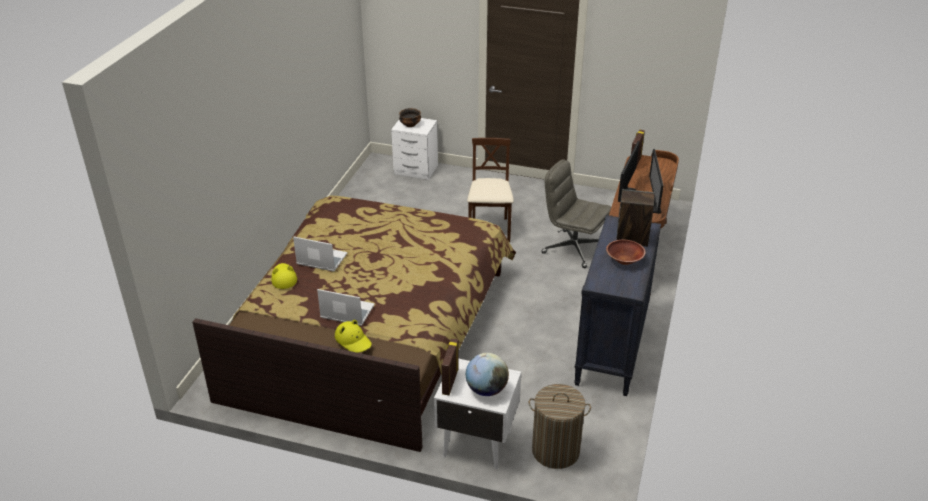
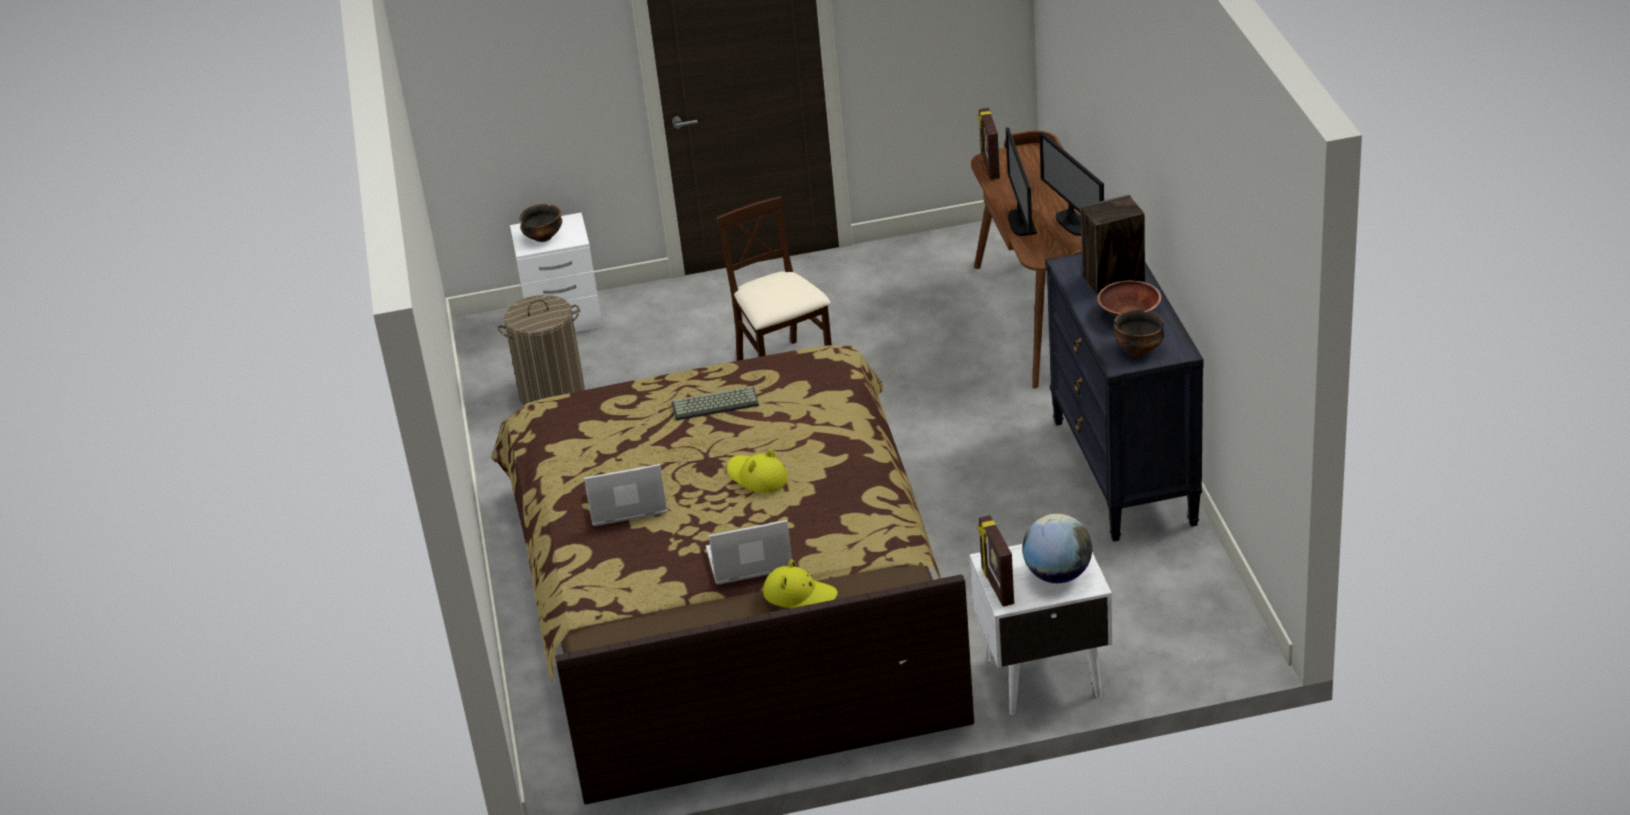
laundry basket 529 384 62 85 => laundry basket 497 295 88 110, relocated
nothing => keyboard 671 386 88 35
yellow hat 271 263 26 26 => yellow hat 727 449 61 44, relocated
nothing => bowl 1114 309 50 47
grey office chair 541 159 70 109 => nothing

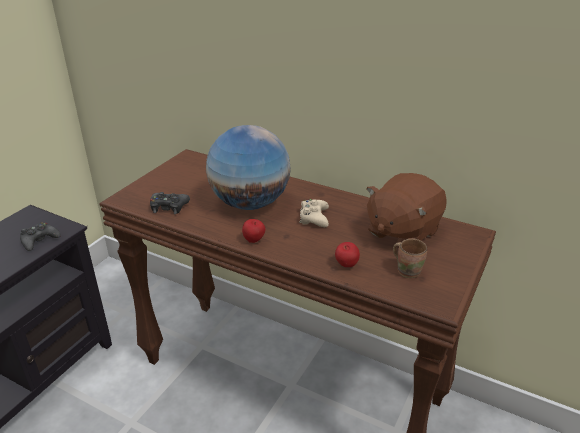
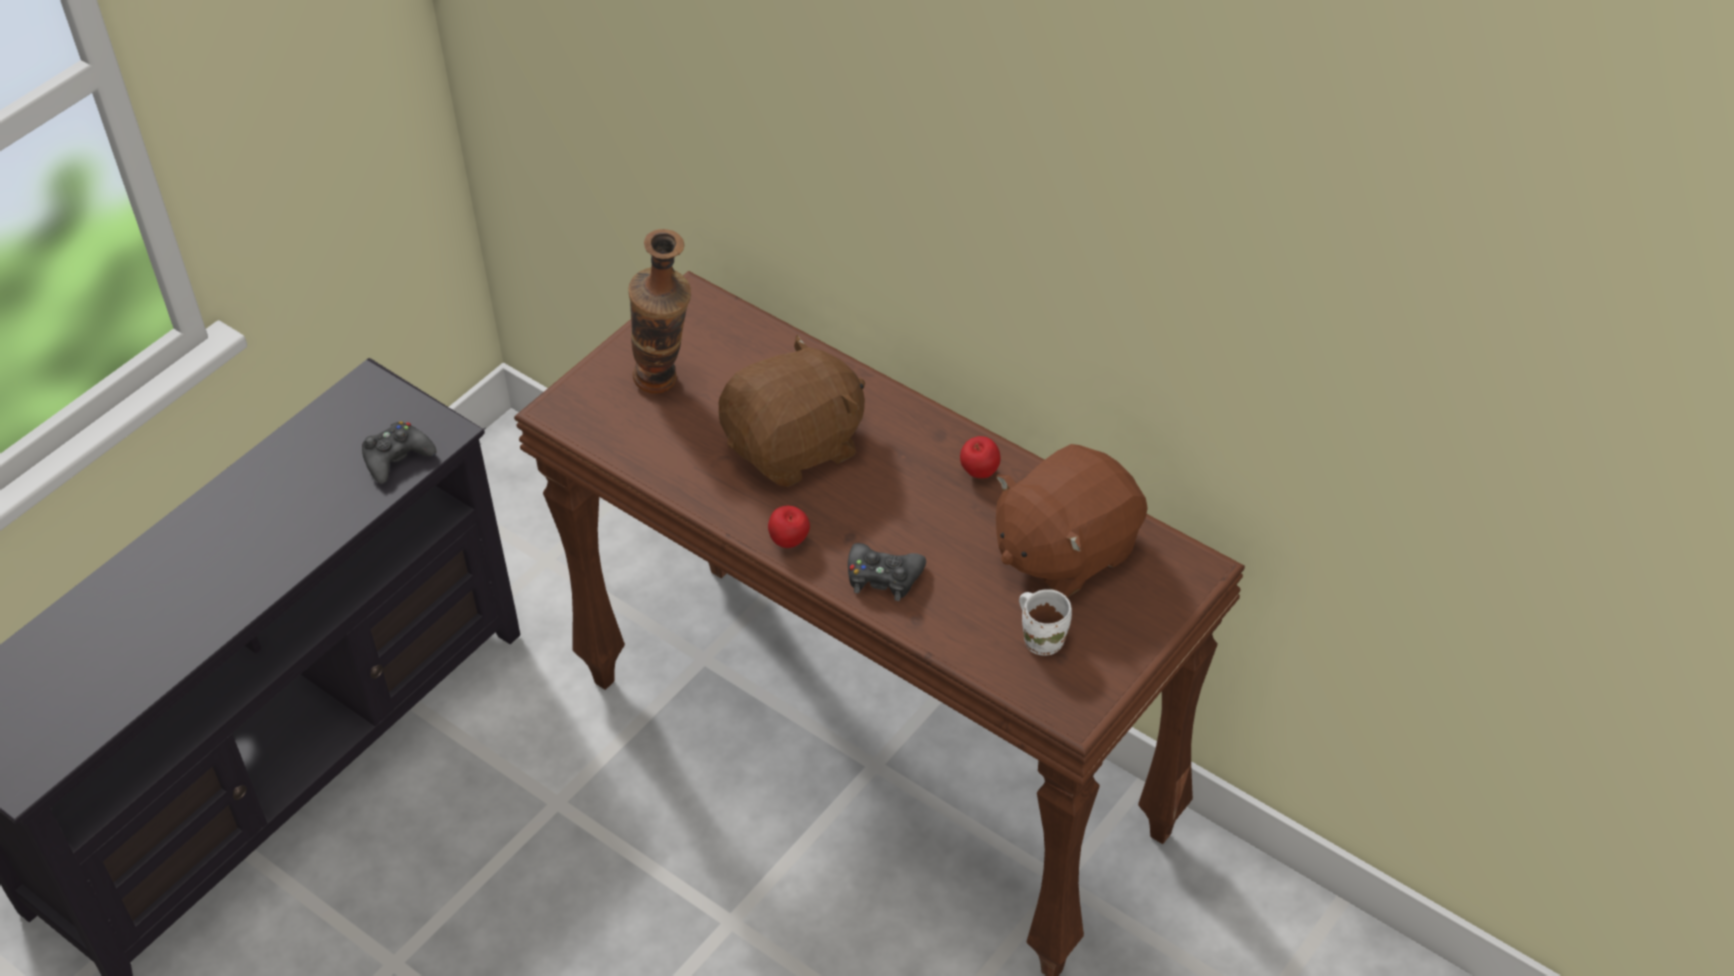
nothing => vase 628 229 63 164
globe 206 125 85 85 => brown plush toy 719 335 146 152
black game controller 150 192 40 22 => black game controller 848 543 78 58, relocated
apple 335 242 25 25 => apple 960 436 41 42, relocated
brown mug 393 239 34 39 => white mug 1019 589 53 66
beige game controller 299 199 30 28 => nothing

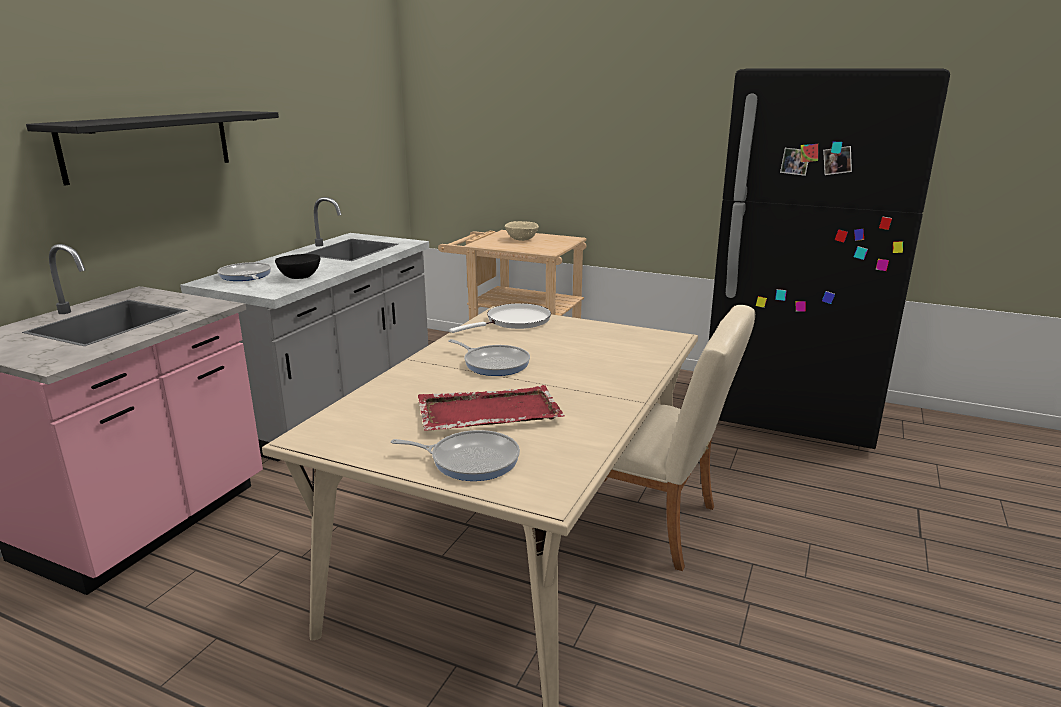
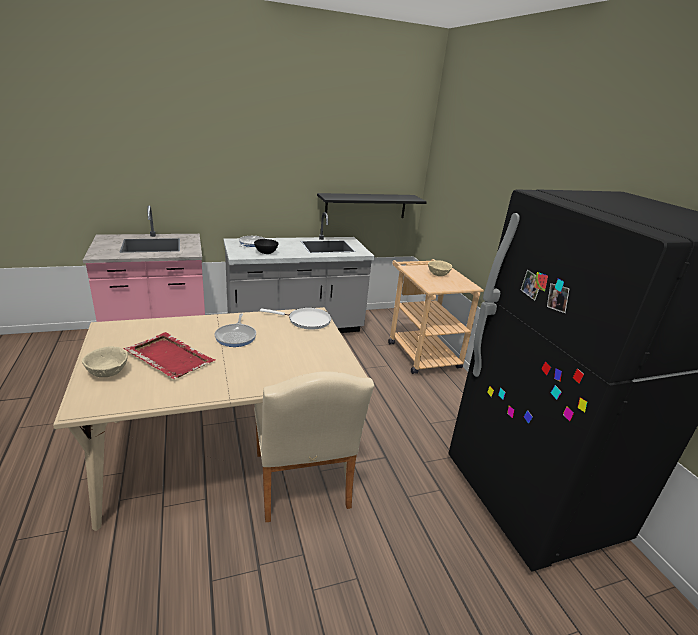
frying pan 391 430 129 51 => beige bowl 82 346 46 31
black shelf 26 111 253 74 => black shelf 317 193 110 25, relocated

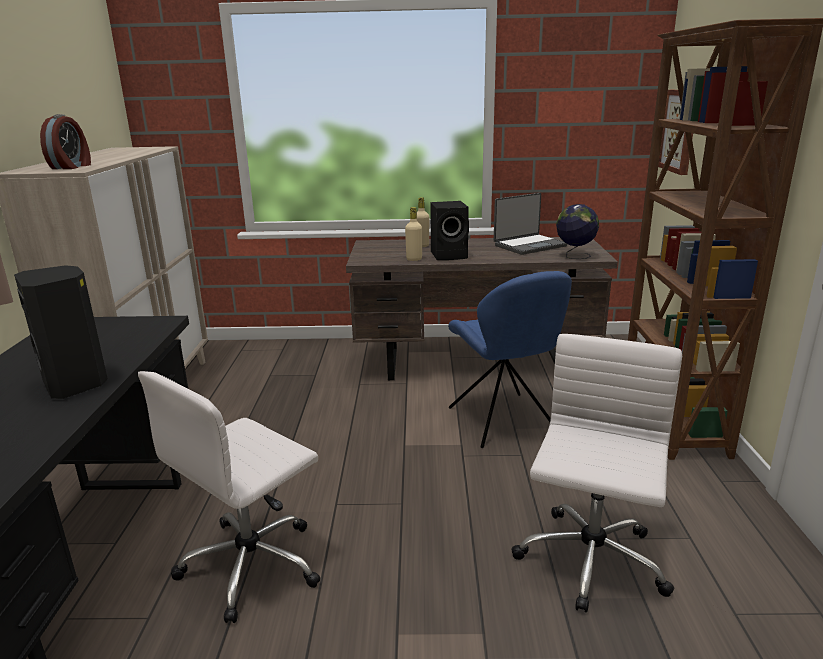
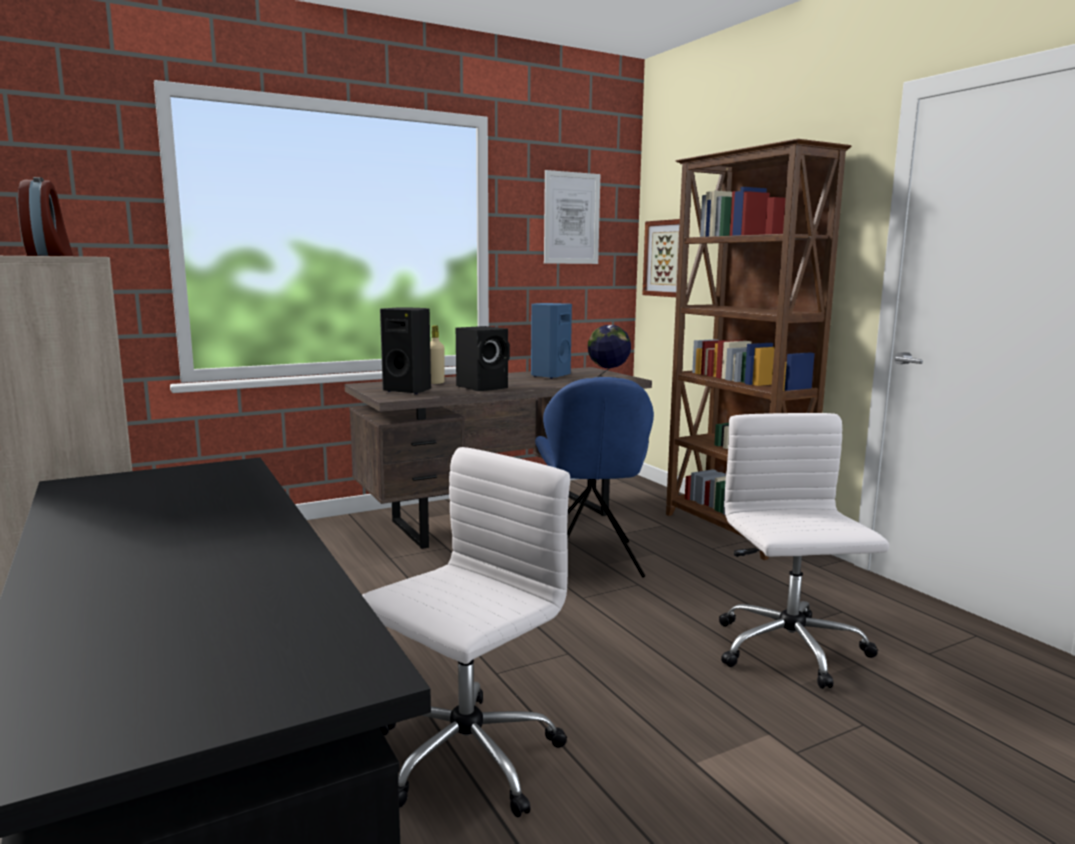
white office chair 138 371 182 252 => white office chair 362 447 208 370, 150 degrees counterclockwise
black speaker 14 265 94 134 => black speaker 380 307 51 87, relocated
laptop 494 193 73 62 => blue speaker 531 303 41 76
blue chair 448 271 124 177 => blue chair 535 377 119 201, 45 degrees clockwise
nothing => picture 544 170 56 94
beige bottle 405 207 17 54 => nothing

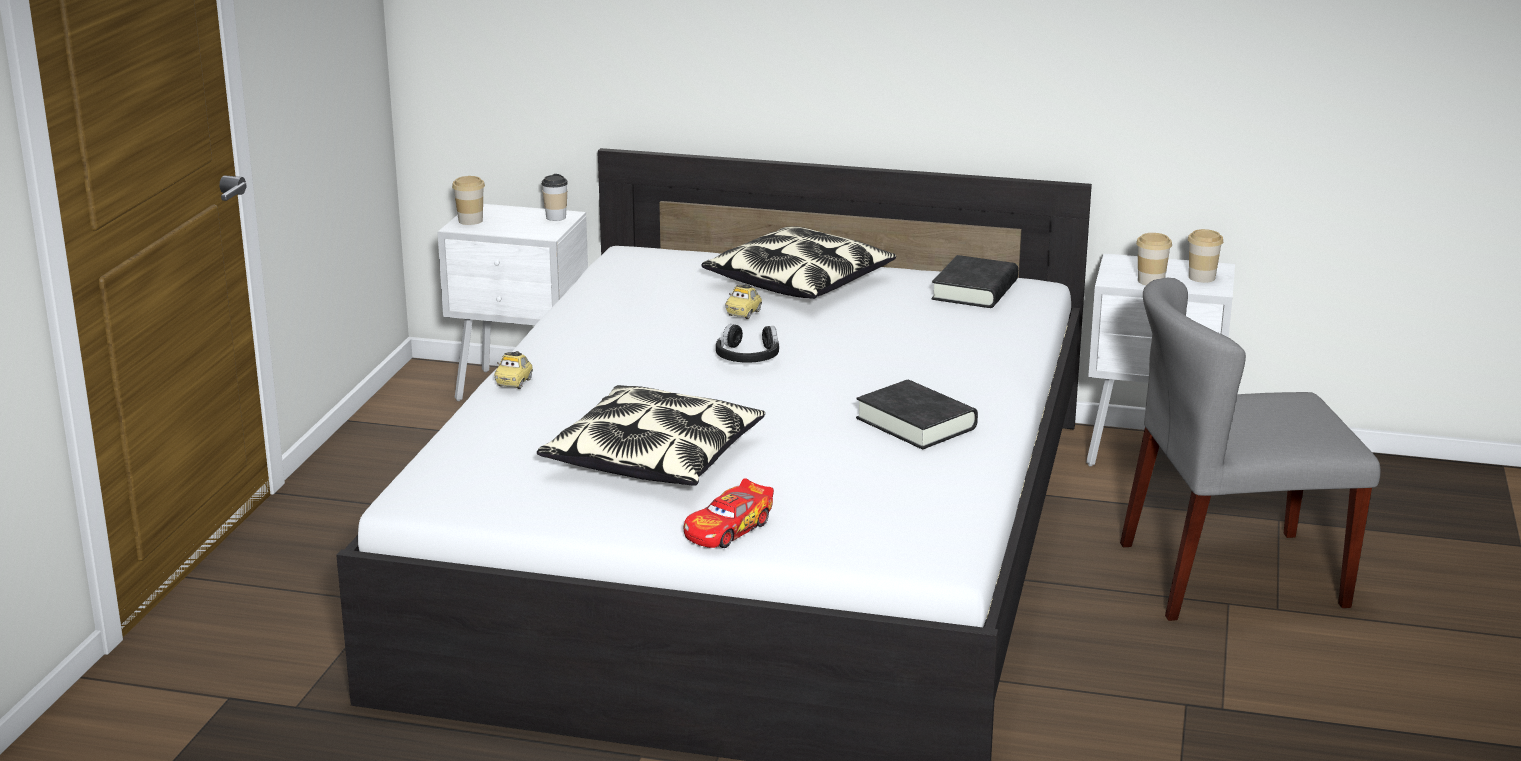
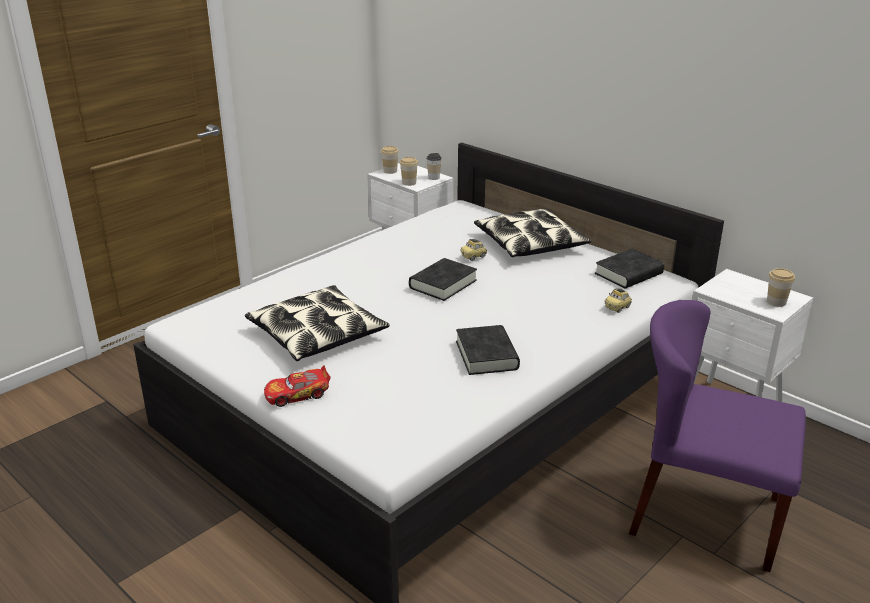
cup 1136 233 36 52 => cup 400 157 18 29, relocated
black headphones 716 324 63 39 => black book 409 258 68 43
toy car 495 351 38 38 => toy car 605 288 27 25, relocated
grey chair 1120 277 261 344 => purple chair 629 300 177 272

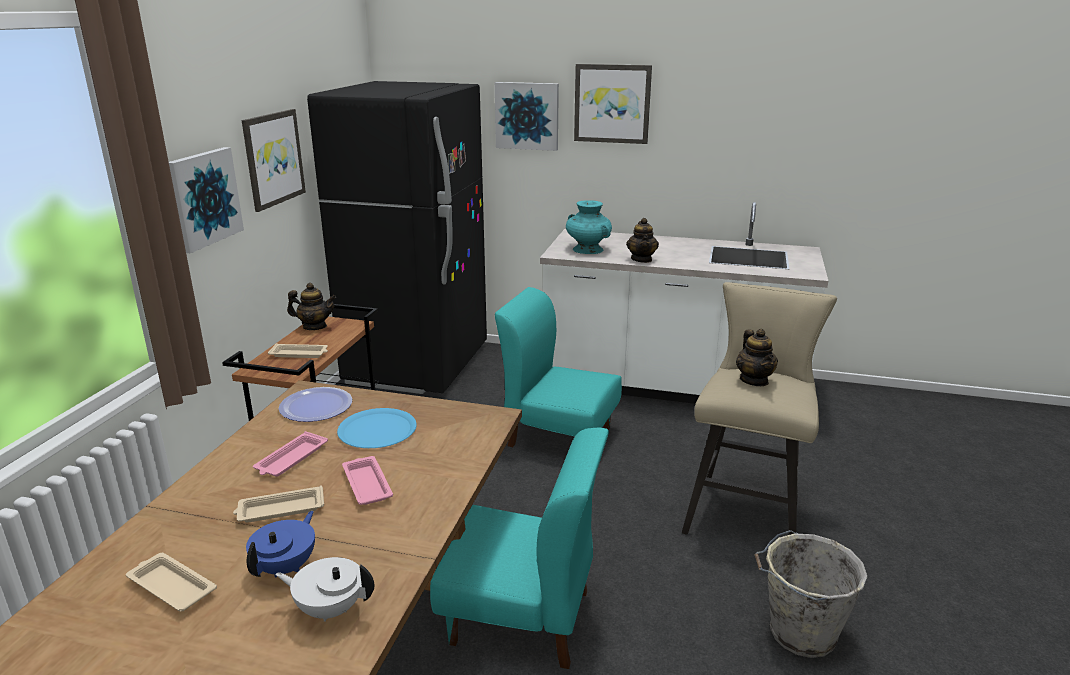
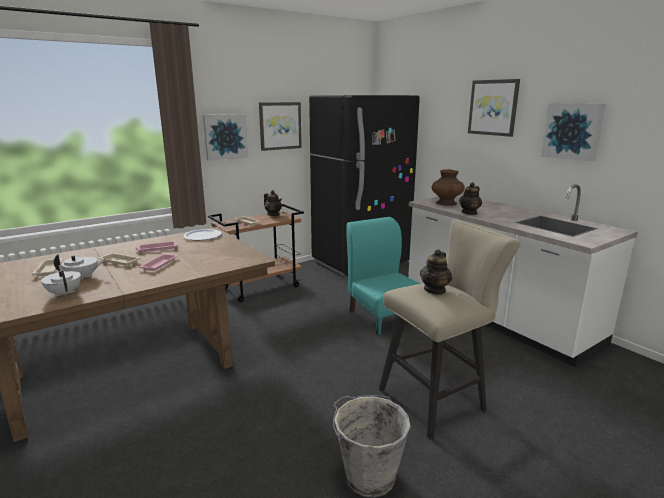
blue teapot 246 511 69 66 => white teapot 54 254 53 26
turquoise vase 566 201 46 53 => brown vase 432 169 33 37
picture 495 82 64 69 => picture 541 103 65 59, relocated
blue plate 337 408 80 40 => nothing
turquoise chair 430 427 179 242 => nothing

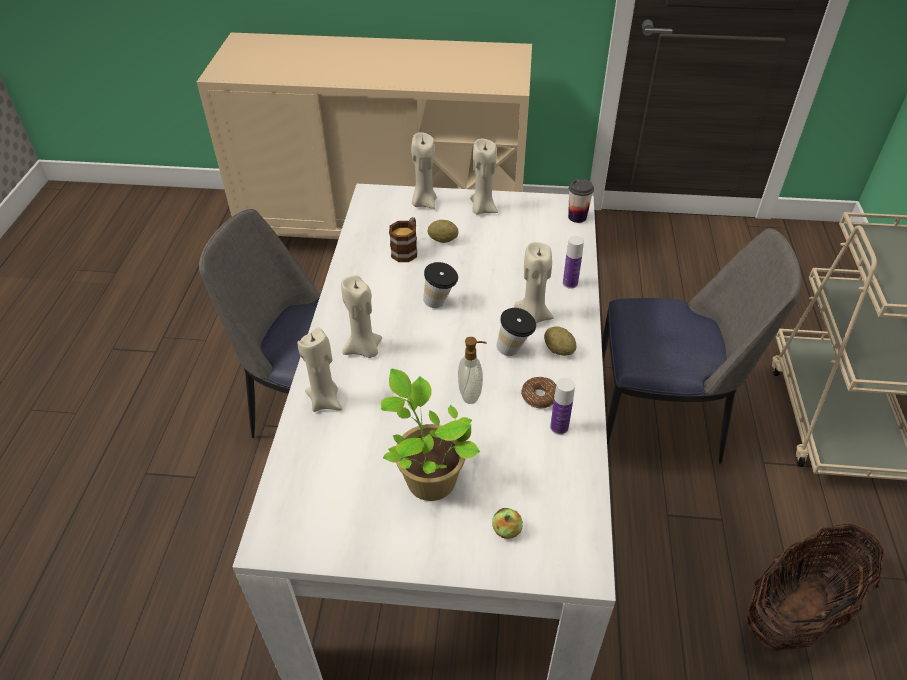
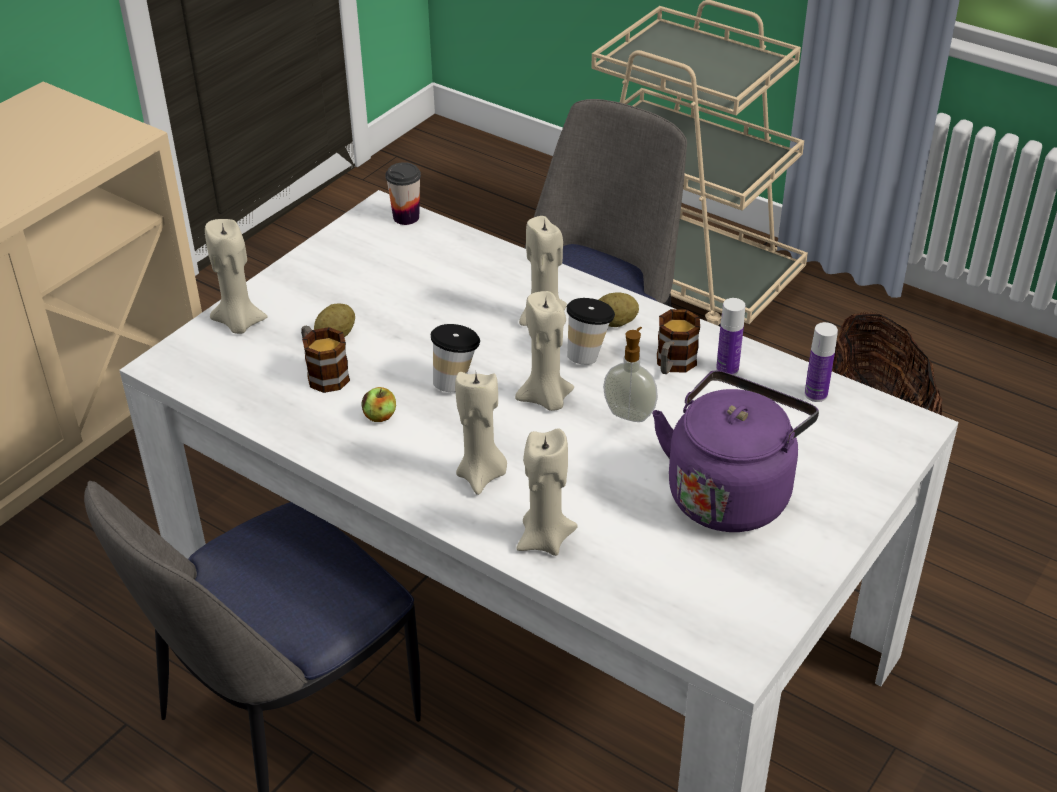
apple 492 508 31 31 => apple 362 387 34 35, relocated
beige candle 470 139 28 76 => beige candle 515 291 59 120, relocated
potted plant 381 369 99 132 => purple kettle 652 370 167 162
donut 521 377 35 31 => mug 657 309 43 65
bottle 563 236 21 53 => bottle 804 322 34 80, relocated

